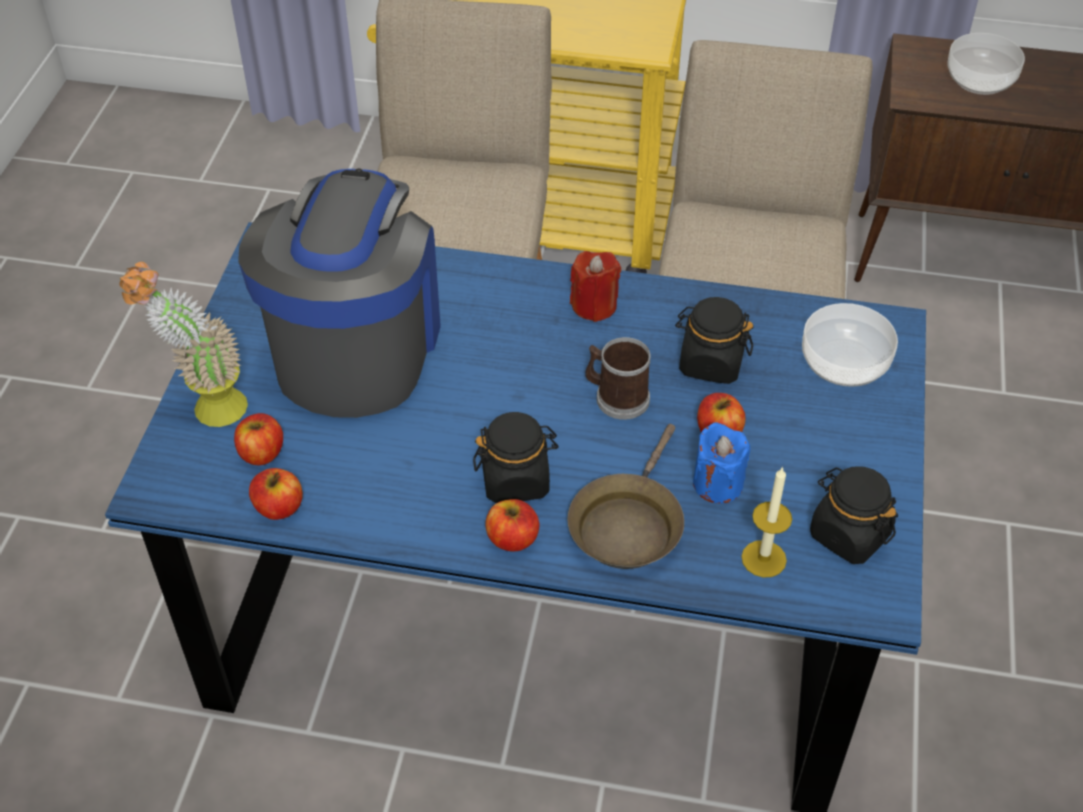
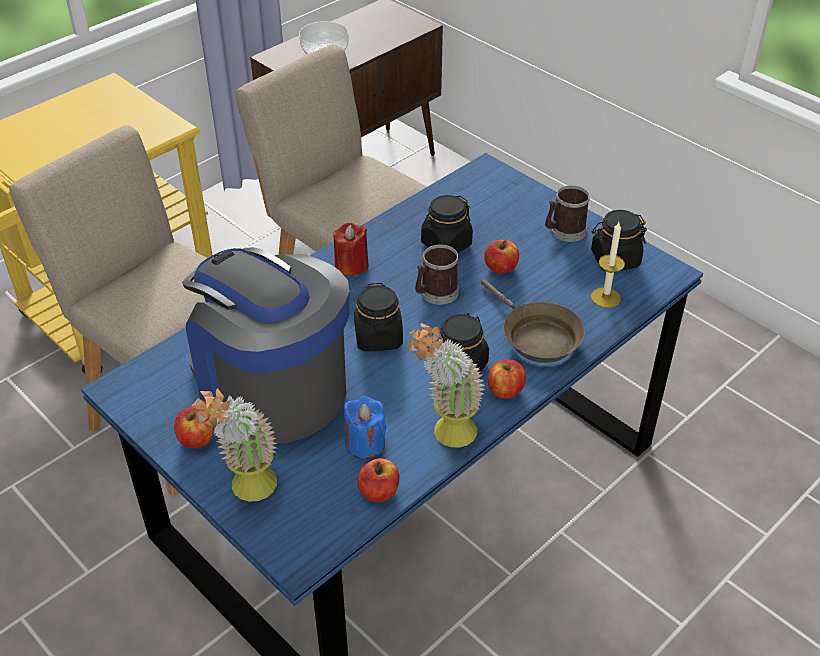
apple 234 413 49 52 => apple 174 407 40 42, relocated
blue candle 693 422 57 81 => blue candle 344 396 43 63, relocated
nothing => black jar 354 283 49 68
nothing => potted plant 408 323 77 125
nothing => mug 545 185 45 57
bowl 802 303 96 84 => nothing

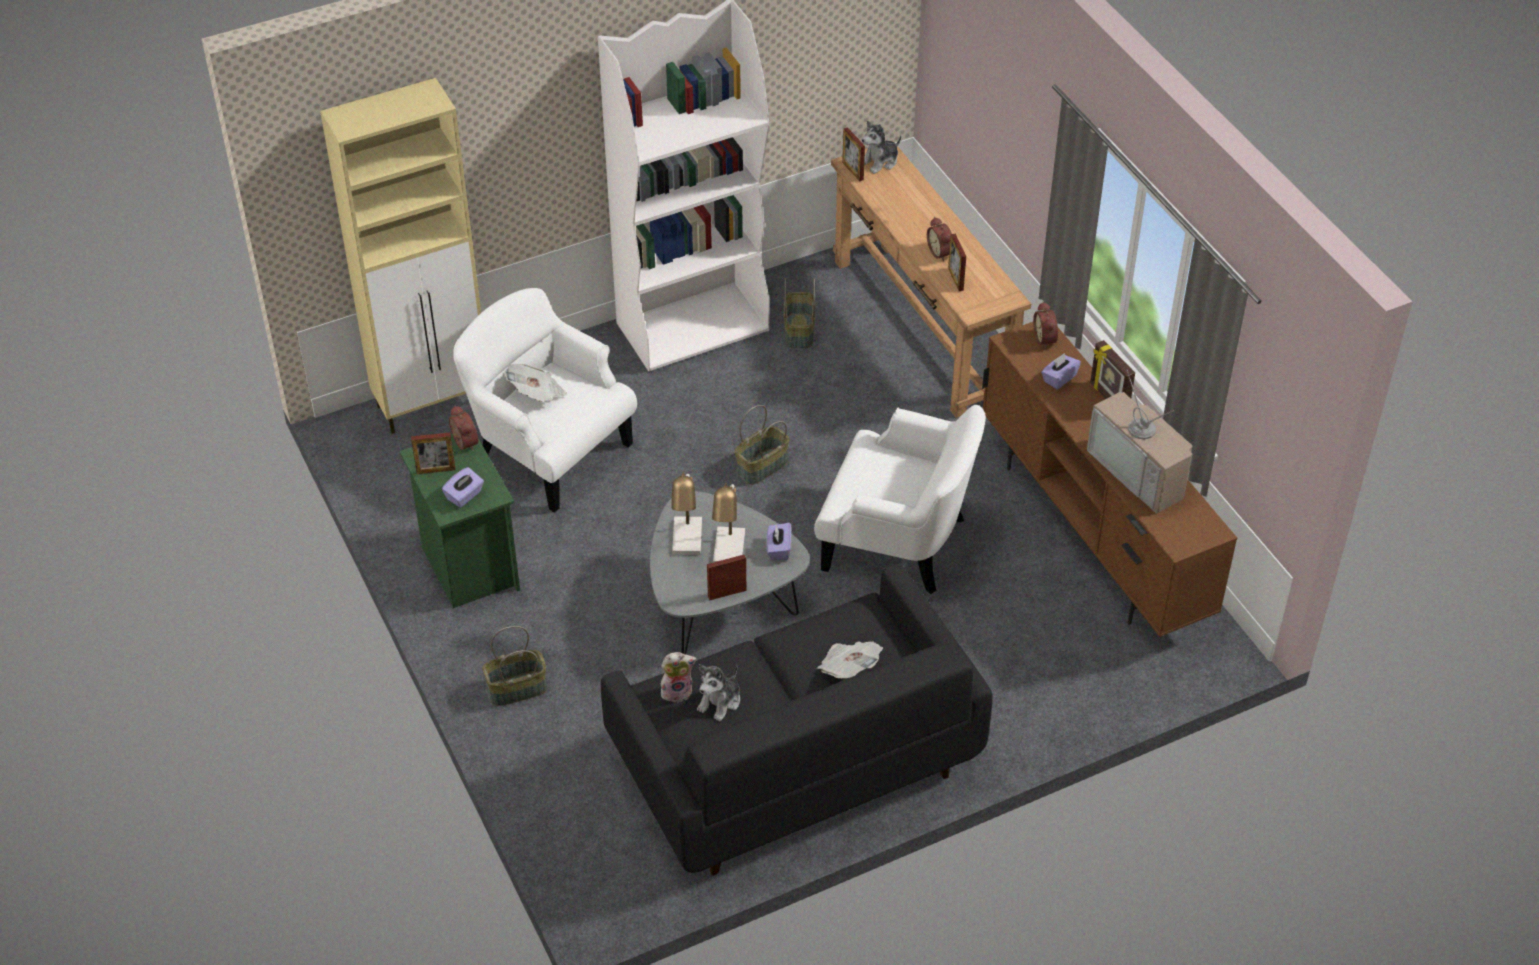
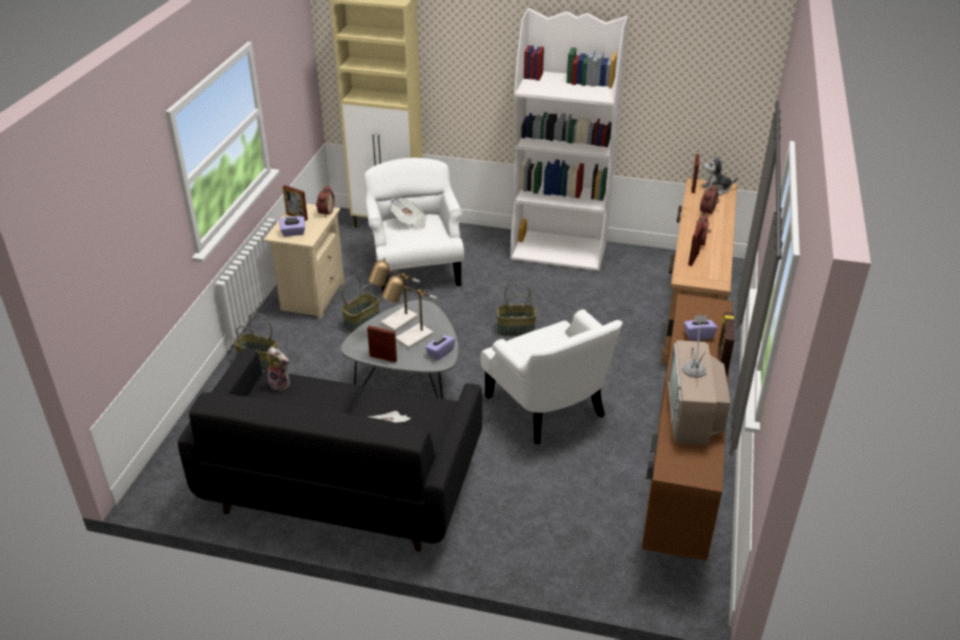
green nightstand 399 434 121 174 => beige nightstand 264 204 80 116
basket 783 278 32 71 => basket 341 276 39 56, relocated
alarm clock 1033 302 25 47 => alarm clock 700 185 20 30, relocated
plush toy 697 664 43 57 => nothing

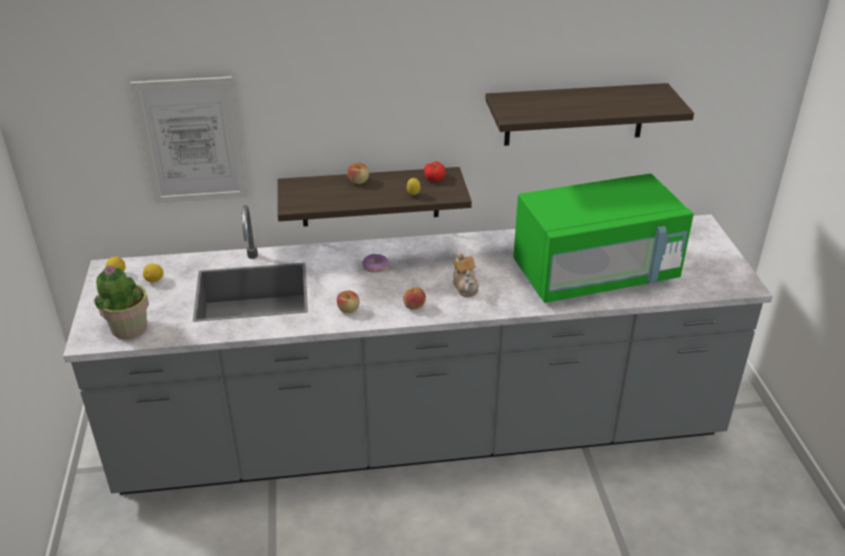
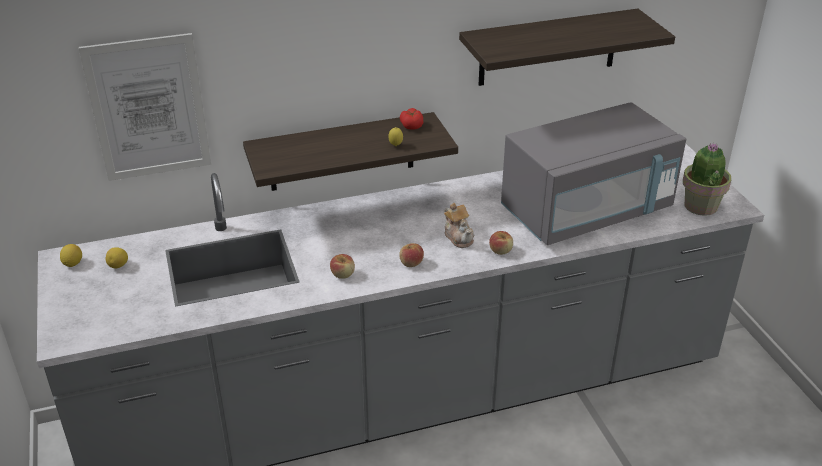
apple 347 163 22 21 => apple 489 231 24 24, relocated
green microwave 513 174 181 129 => grey microwave 501 102 185 143
potted plant 94 265 55 74 => potted plant 683 143 48 73, relocated
donut 362 254 27 18 => nothing

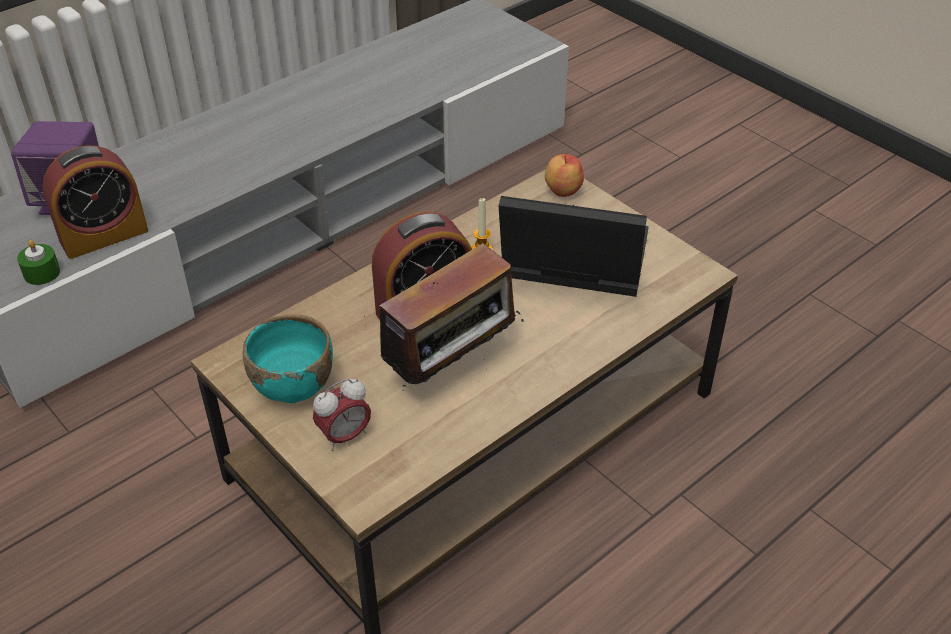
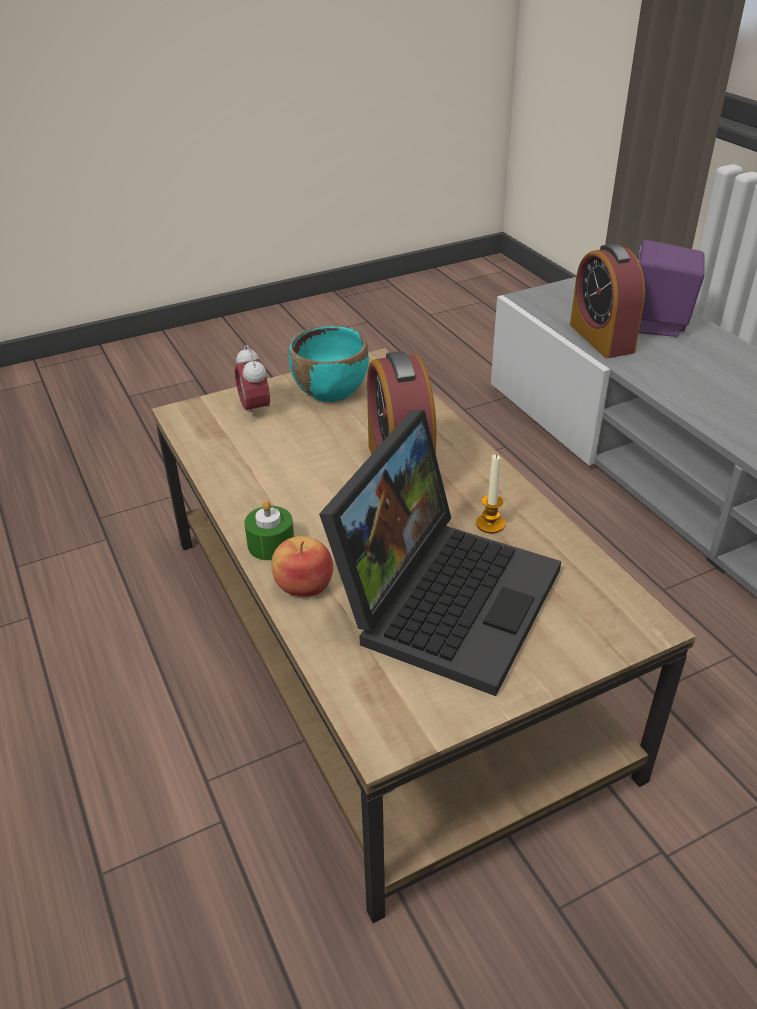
green candle 17 240 43 45 => green candle 244 500 50 60, relocated
apple 545 154 39 43 => apple 271 536 62 61, relocated
radio 364 243 160 148 => nothing

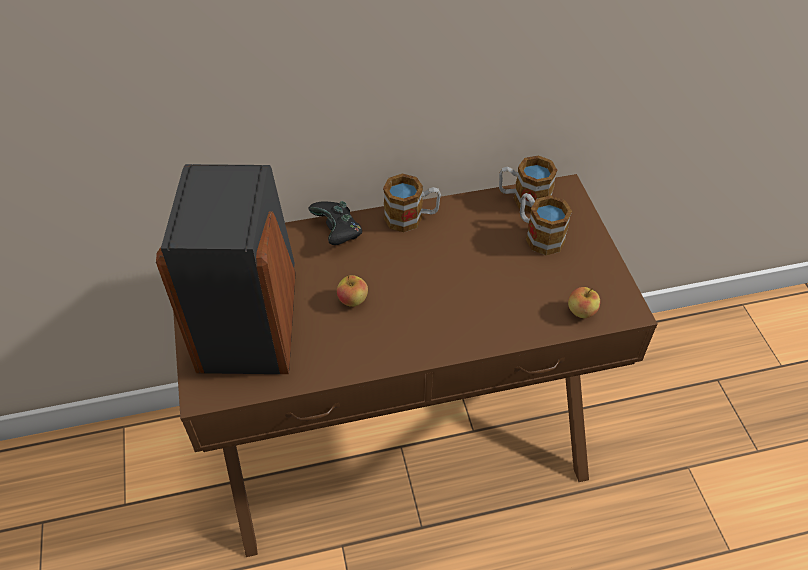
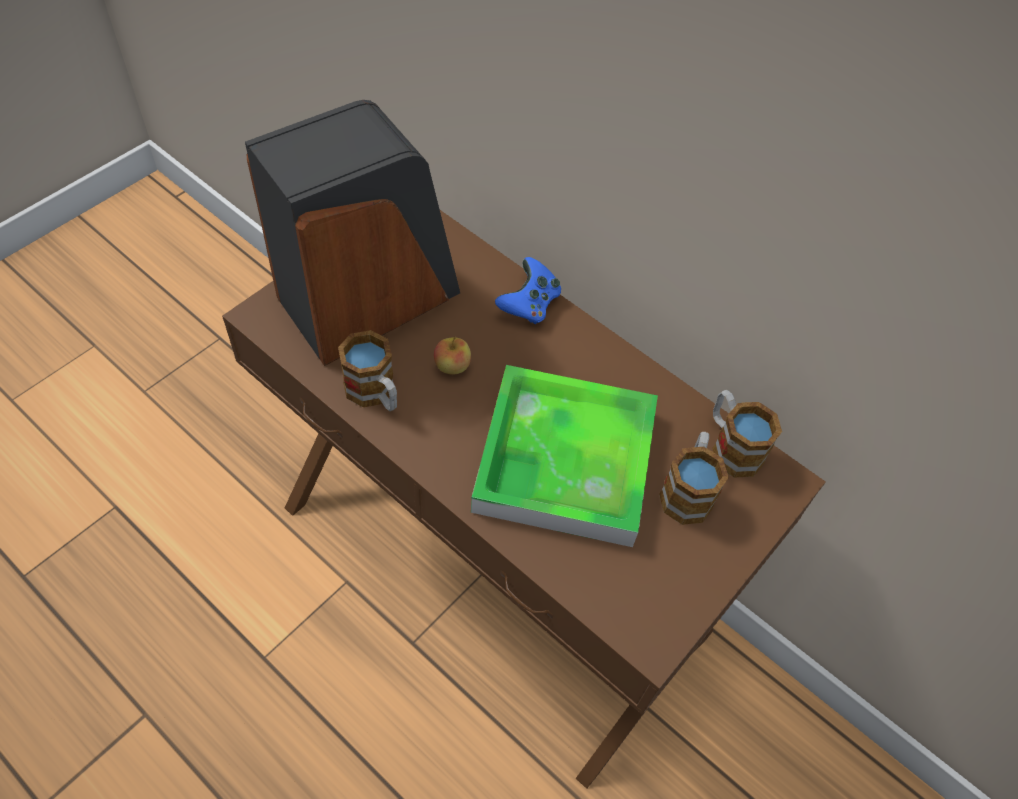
mug 383 174 58 58 => mug 338 330 59 81, relocated
nothing => tray 471 365 187 182
black game controller 309 201 53 44 => blue game controller 495 257 66 67
apple 568 287 32 31 => nothing

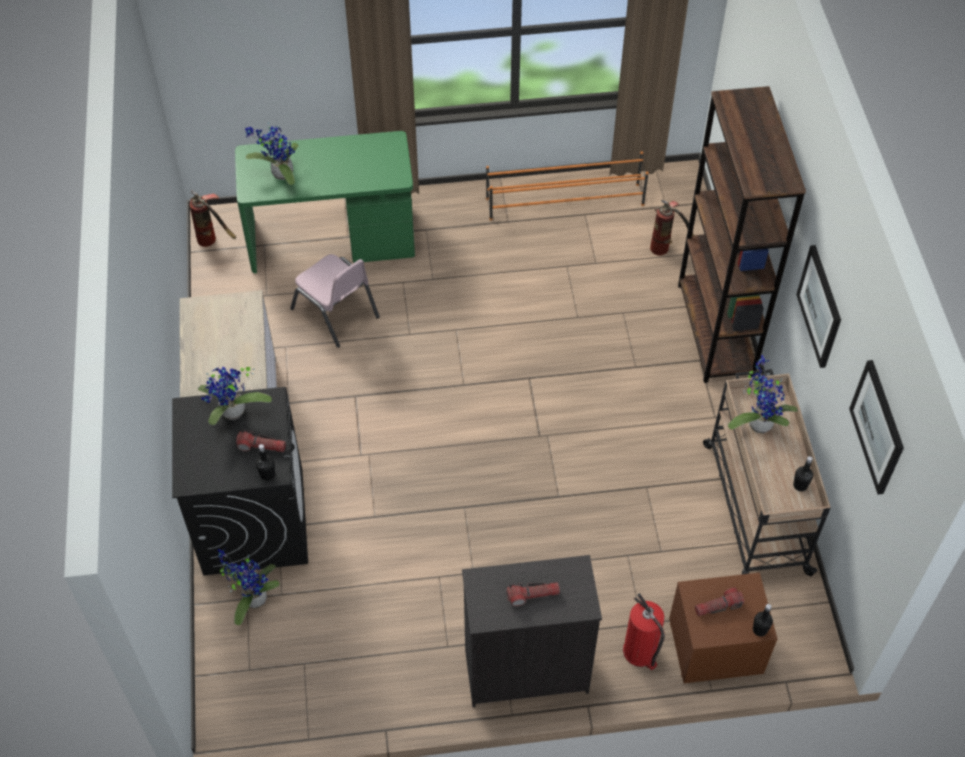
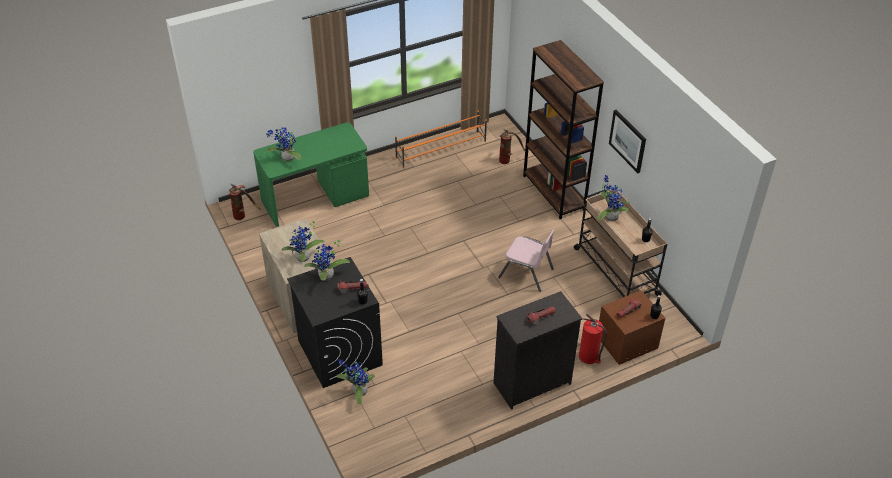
nothing => potted plant 282 220 43 42
pink chair 290 254 90 94 => pink chair 498 230 57 62, relocated
picture 849 360 55 134 => nothing

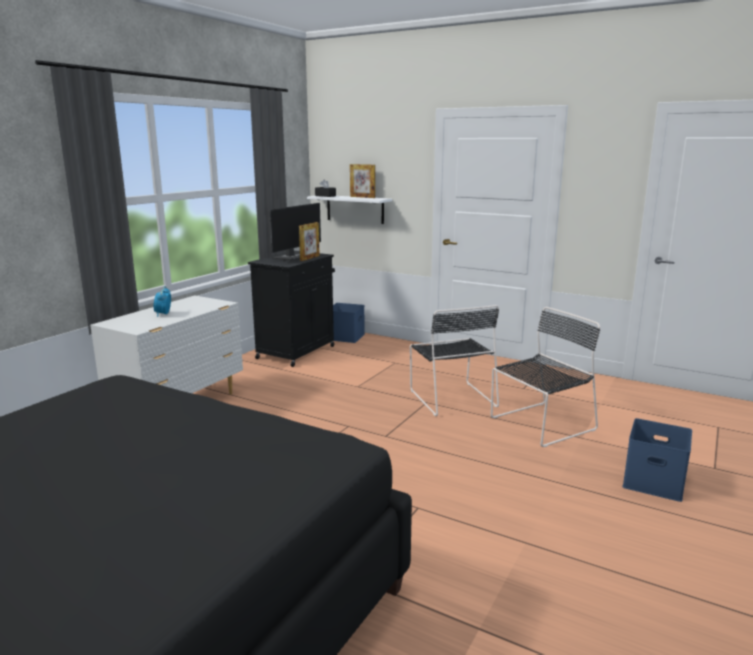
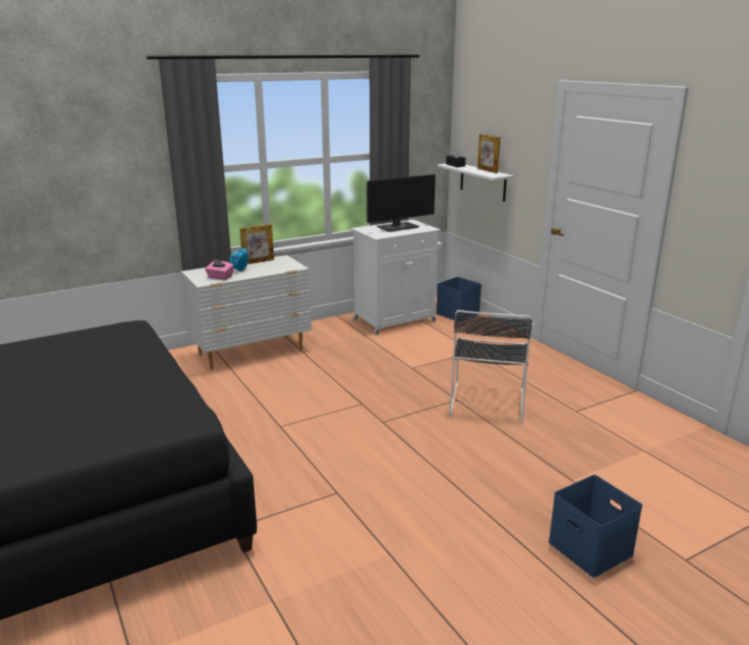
nothing => pink tissue box 205 259 29 21
picture frame 299 222 21 39 => picture frame 240 224 34 40, relocated
black cabinet 248 251 87 116 => white cabinet 351 219 91 116
black chair 491 307 109 140 => nothing

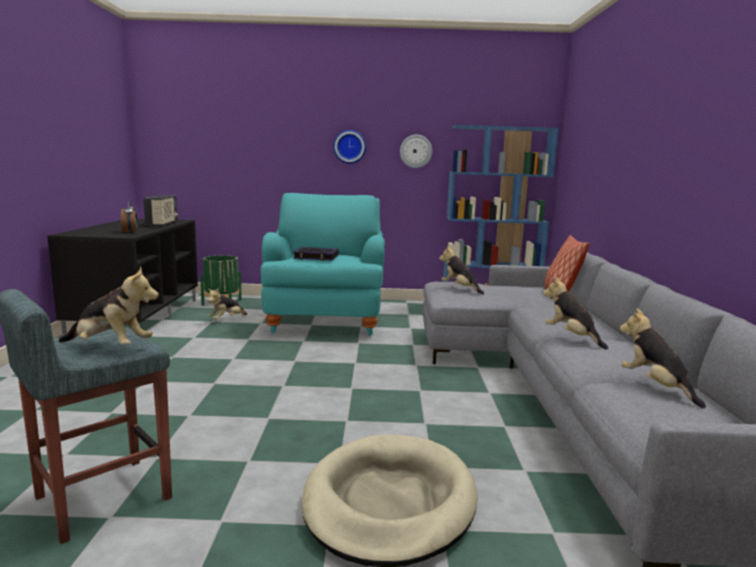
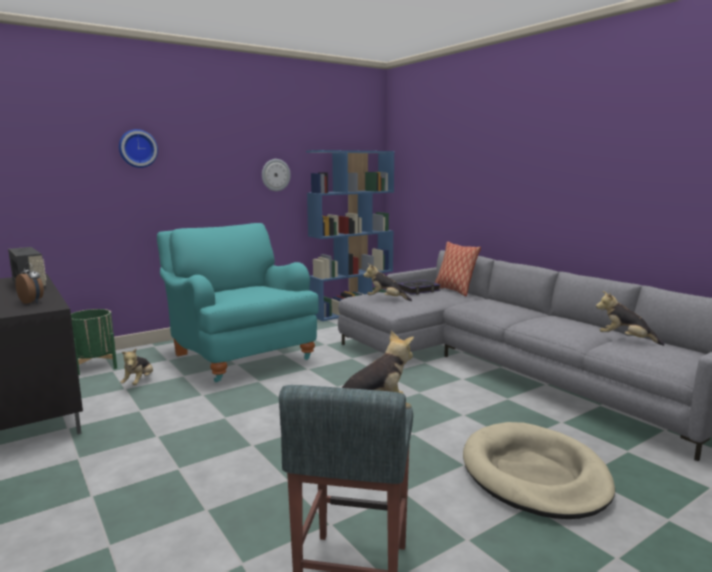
wall clock 333 130 33 34 => wall clock 119 129 39 39, relocated
book 293 247 46 14 => book 397 280 43 15, relocated
plush toy 543 276 65 74 => nothing

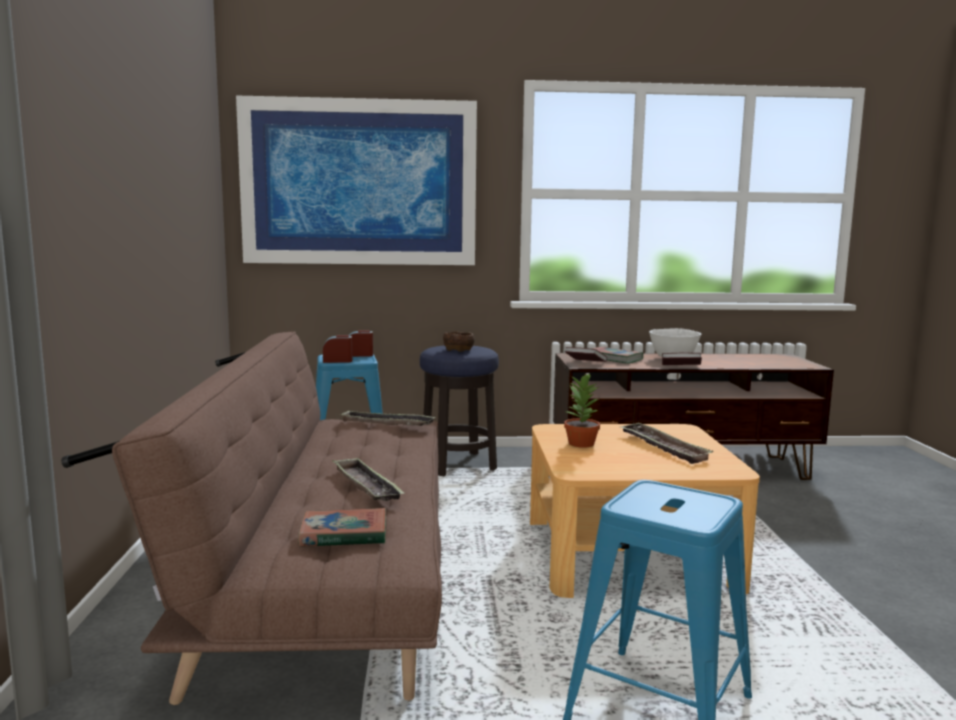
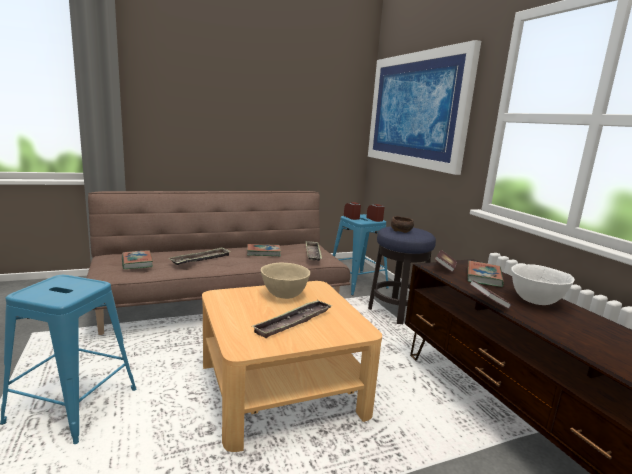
nothing => book 247 244 34 12
potted plant 564 373 36 75 => beige bowl 261 263 49 36

